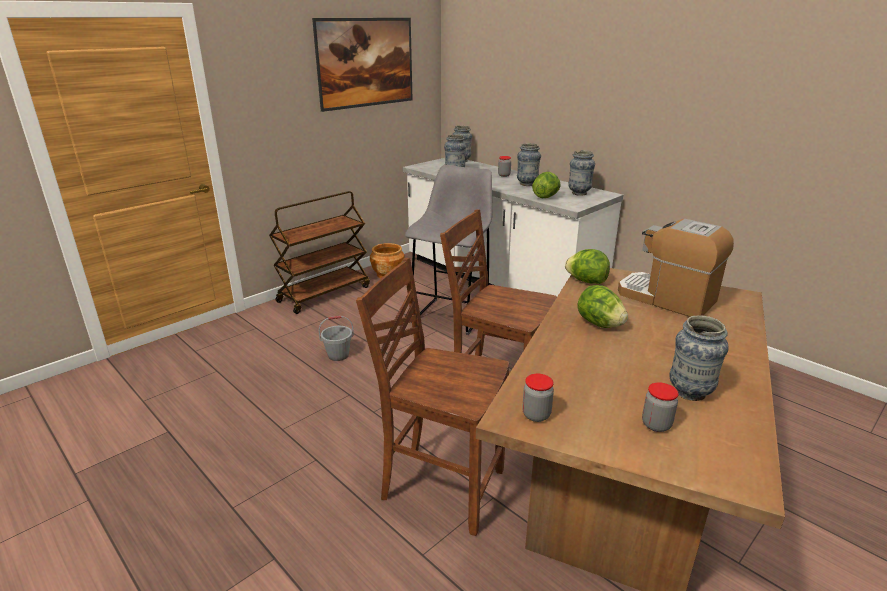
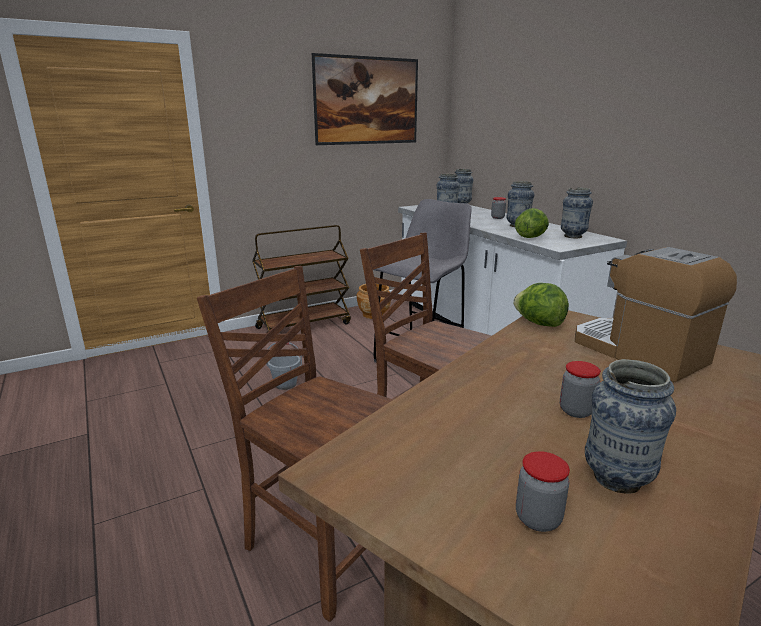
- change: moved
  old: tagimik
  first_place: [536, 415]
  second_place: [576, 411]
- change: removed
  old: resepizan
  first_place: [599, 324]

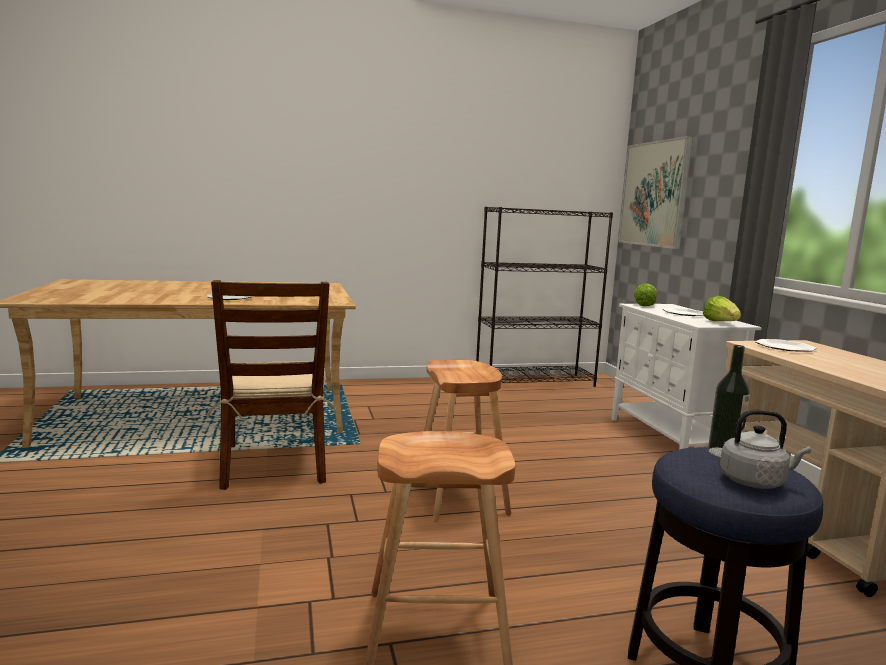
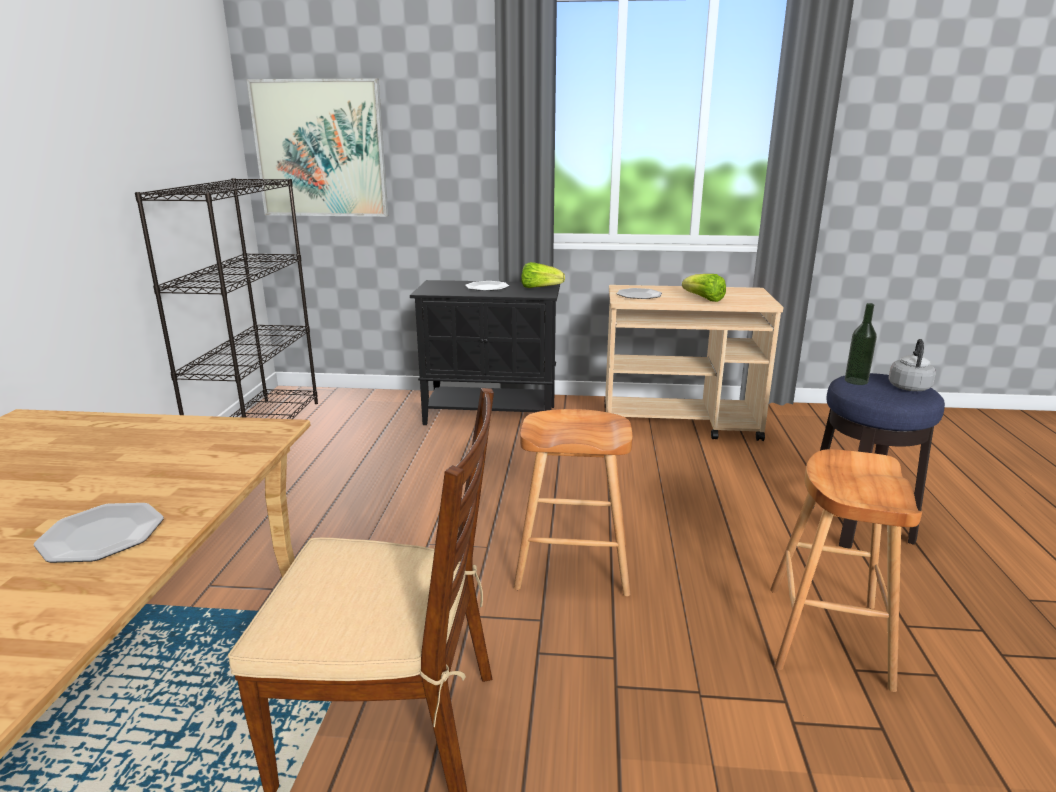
- change: recoloured
  old: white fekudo
  new: black fekudo
  first_place: [669, 439]
  second_place: [491, 415]
- change: moved
  old: resepizan
  first_place: [645, 305]
  second_place: [703, 299]

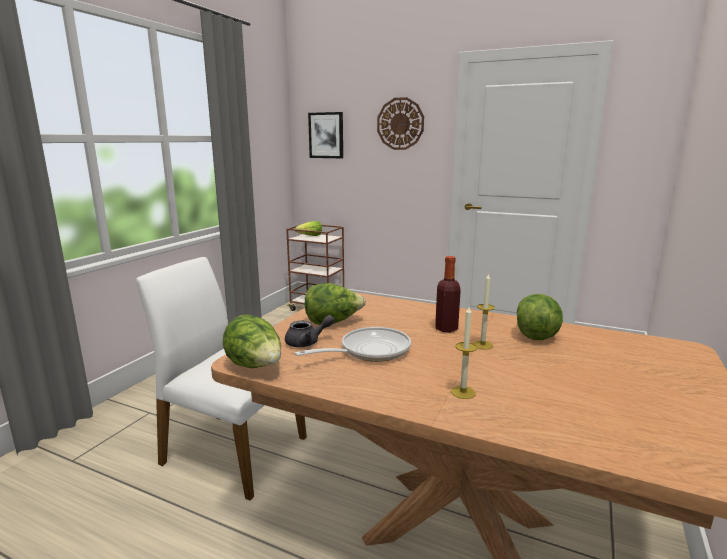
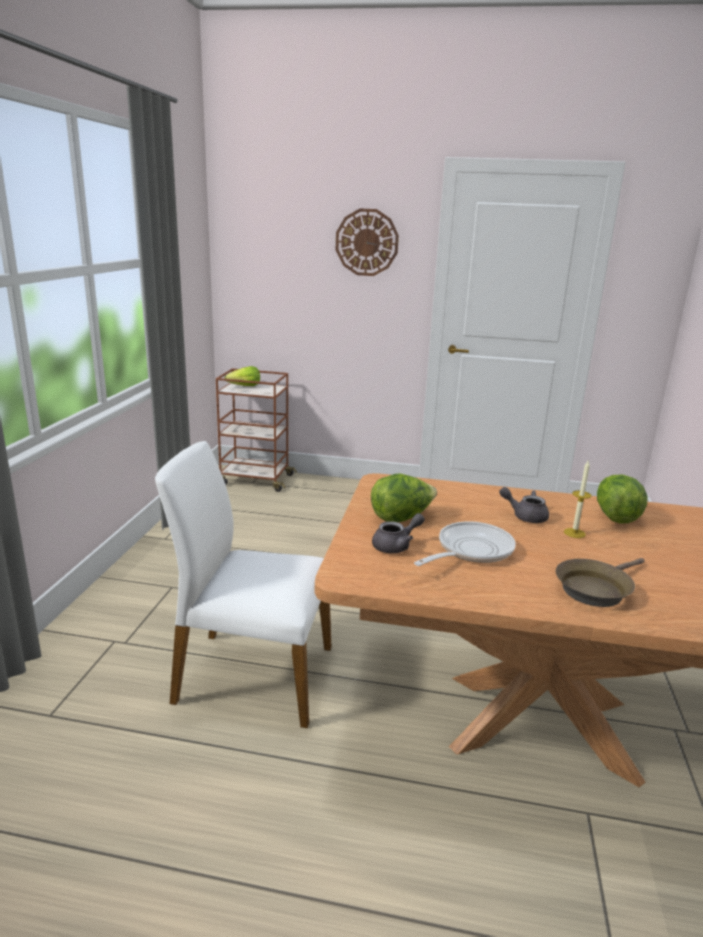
- change: removed
  old: resepizan
  first_place: [255, 367]
- change: removed
  old: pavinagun
  first_place: [326, 135]
- change: replaced
  old: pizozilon
  new: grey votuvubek
  first_place: [446, 328]
  second_place: [525, 516]
- change: replaced
  old: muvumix
  new: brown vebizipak
  first_place: [463, 392]
  second_place: [595, 588]

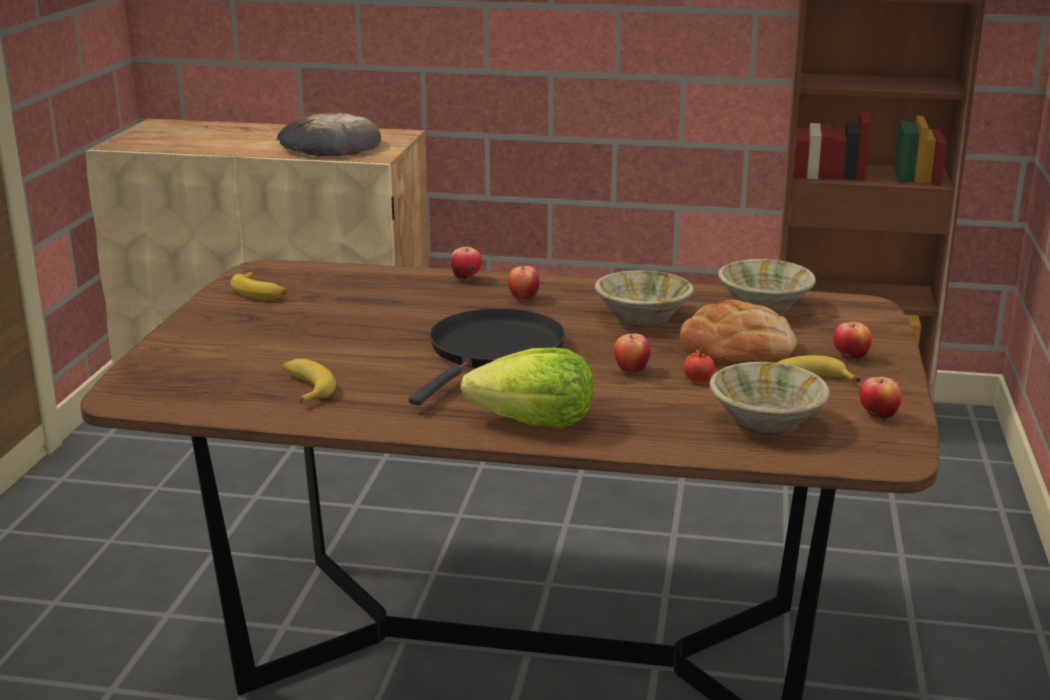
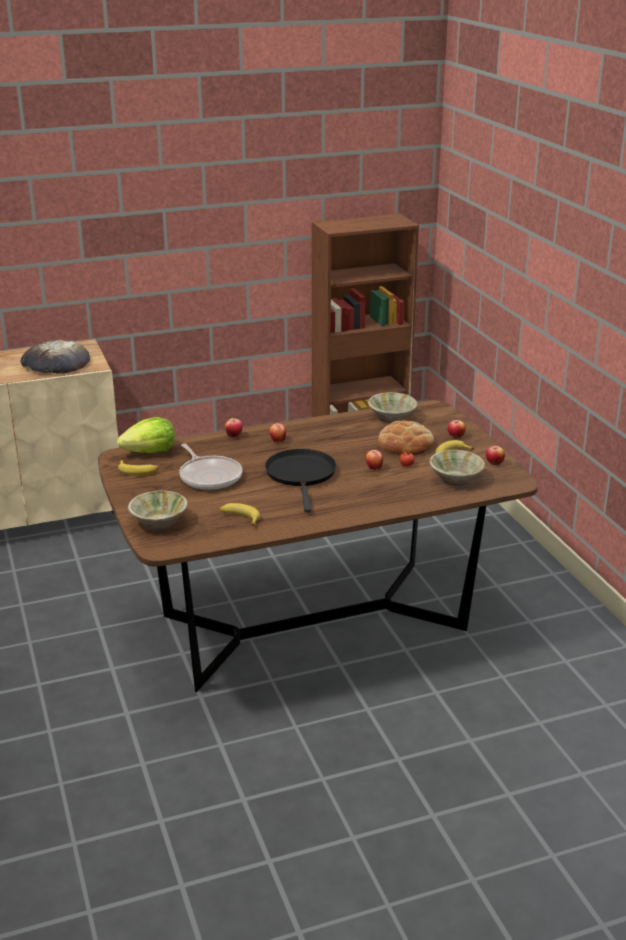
- change: moved
  old: resepizan
  first_place: [534, 422]
  second_place: [150, 452]
- change: moved
  old: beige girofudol
  first_place: [643, 318]
  second_place: [159, 522]
- change: added
  new: vebizipak
  second_place: [209, 476]

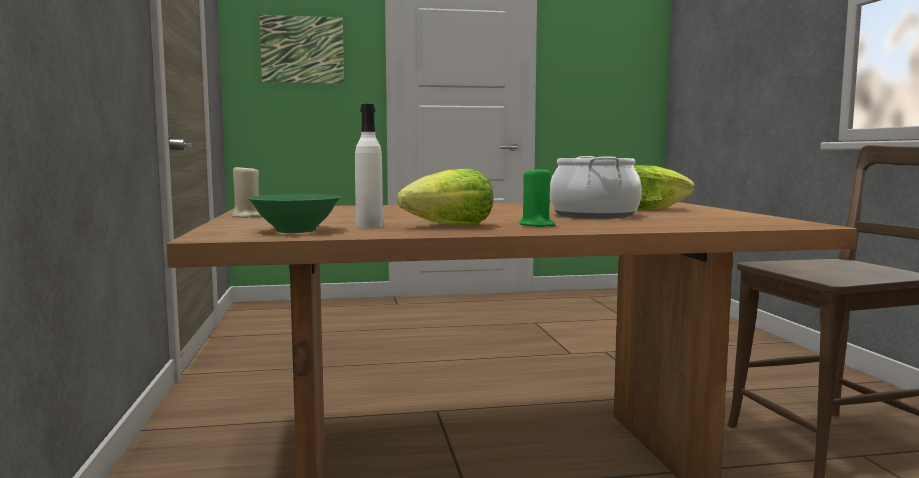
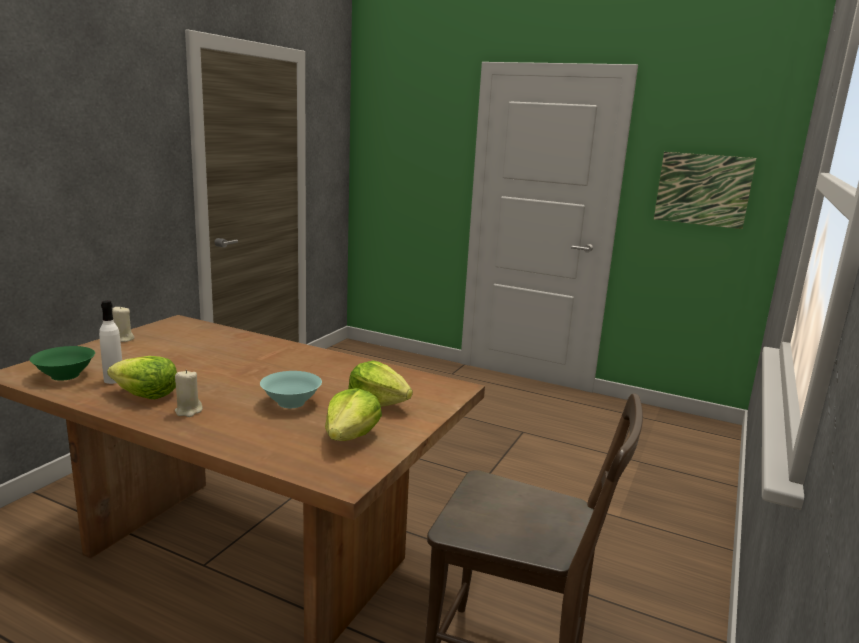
- change: moved
  old: pavinagun
  first_place: [302, 49]
  second_place: [703, 189]
- change: recoloured
  old: green muvumix
  new: beige muvumix
  first_place: [536, 225]
  second_place: [188, 411]
- change: replaced
  old: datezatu
  new: turquoise girofudol
  first_place: [594, 215]
  second_place: [291, 403]
- change: added
  new: resepizan
  second_place: [351, 436]

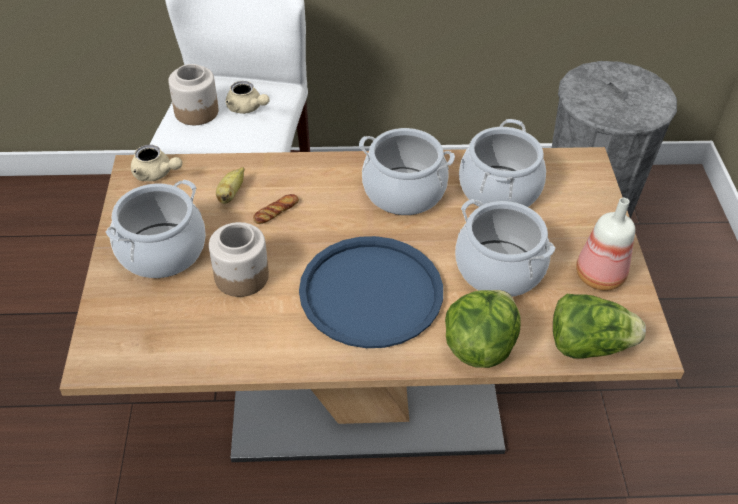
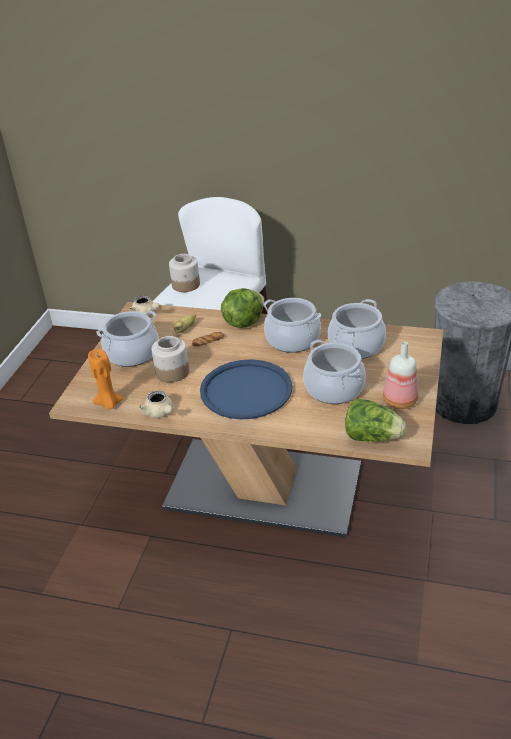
- change: moved
  old: beige votuvubek
  first_place: [247, 108]
  second_place: [160, 413]
- change: moved
  old: resepizan
  first_place: [479, 346]
  second_place: [243, 322]
- change: added
  new: orange muvumix
  second_place: [109, 404]

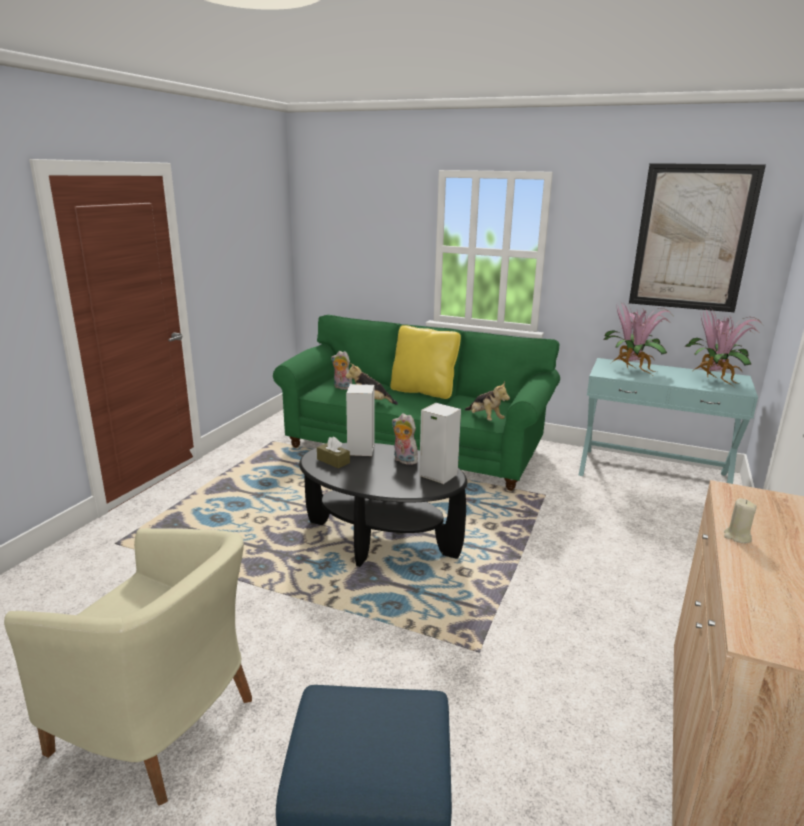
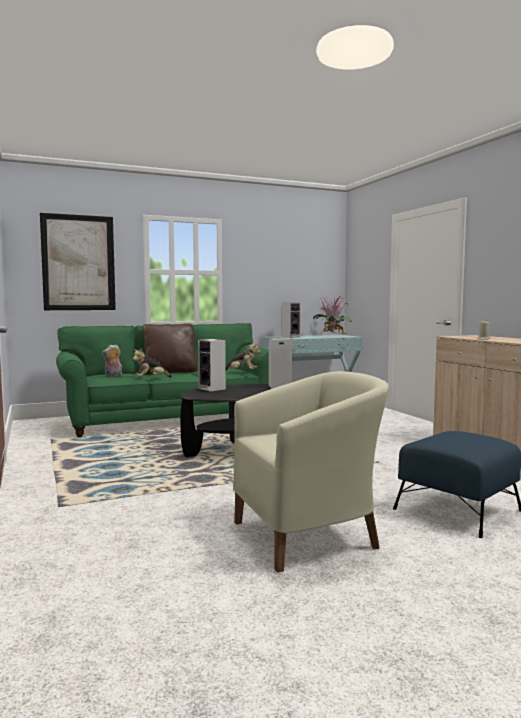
- change: removed
  old: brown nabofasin
  first_place: [333, 461]
- change: recoloured
  old: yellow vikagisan
  new: brown vikagisan
  first_place: [423, 391]
  second_place: [170, 372]
- change: removed
  old: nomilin
  first_place: [403, 460]
- change: replaced
  old: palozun
  new: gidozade
  first_place: [630, 369]
  second_place: [291, 337]
- change: moved
  old: pavinagun
  first_place: [692, 238]
  second_place: [78, 263]

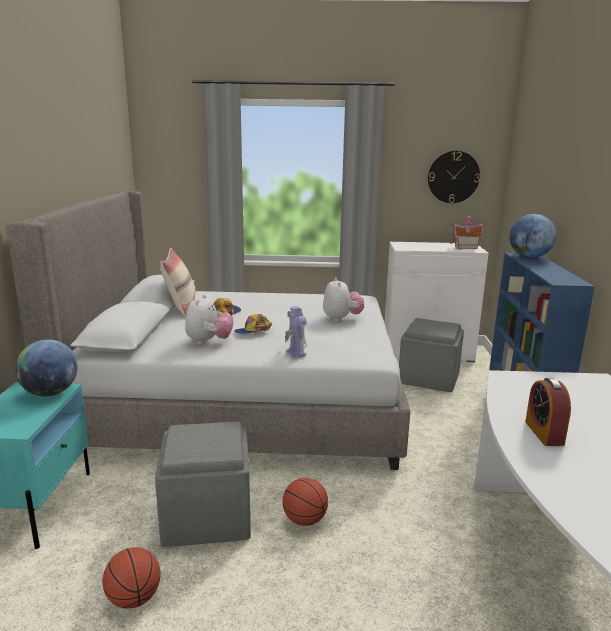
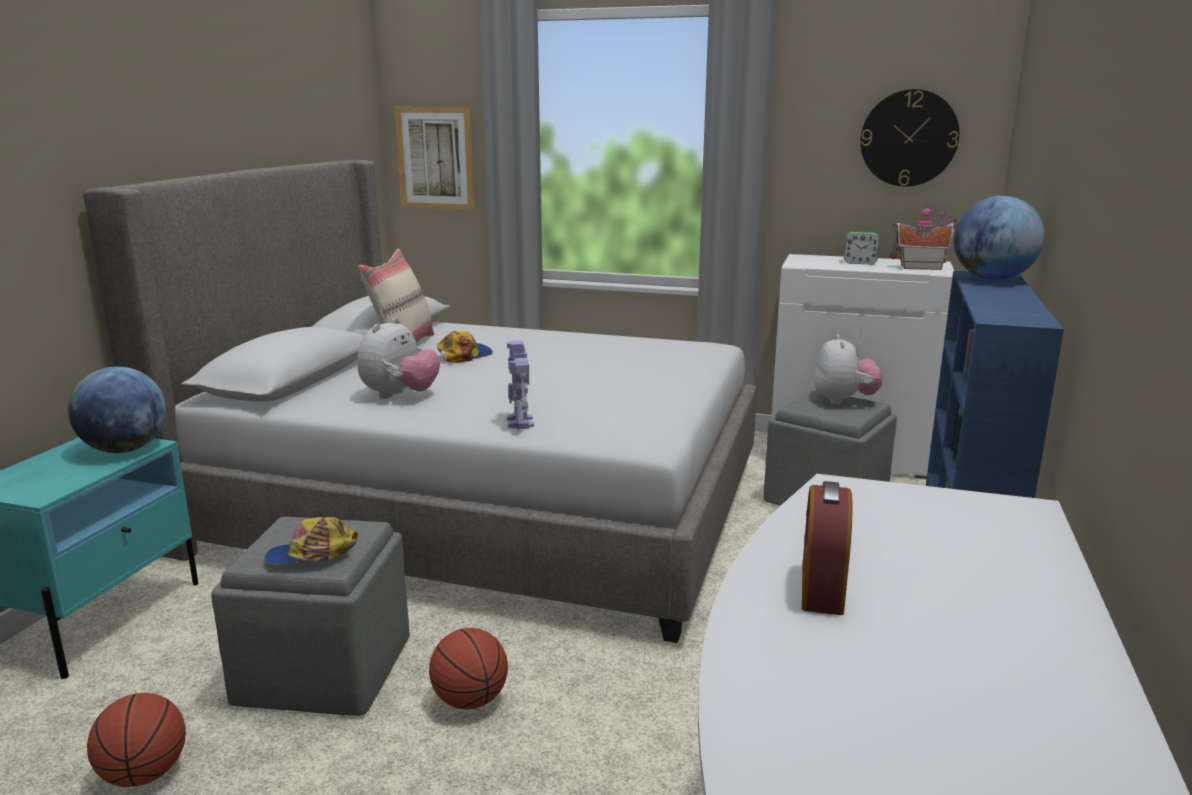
- change: moved
  old: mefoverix
  first_place: [253, 331]
  second_place: [311, 555]
- change: moved
  old: nomilin
  first_place: [342, 319]
  second_place: [844, 401]
- change: added
  new: pavinagun
  second_place: [435, 158]
- change: added
  new: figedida
  second_place: [860, 263]

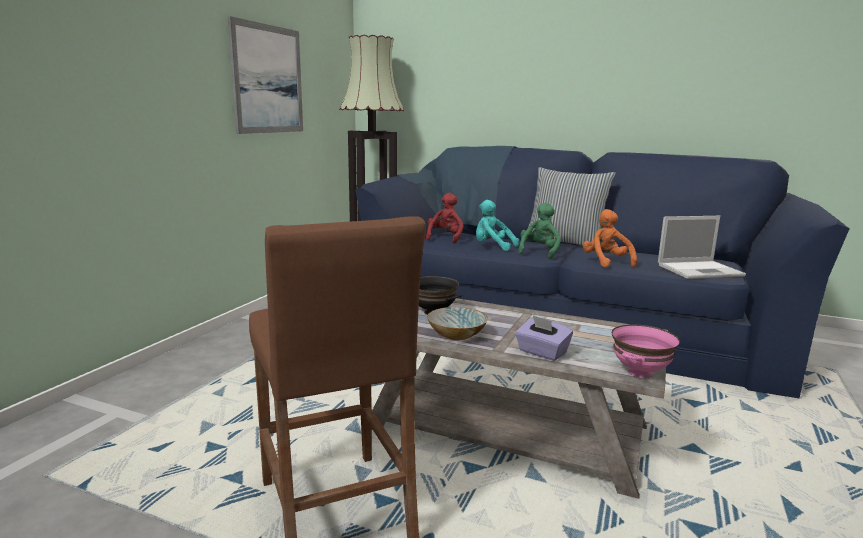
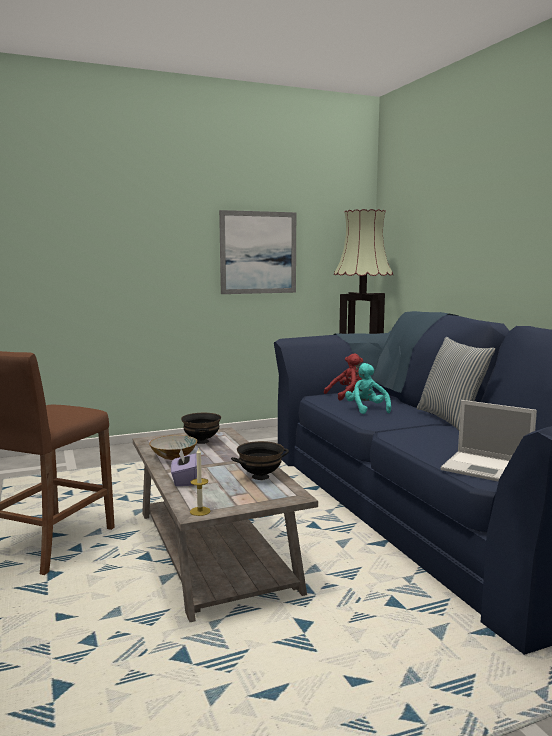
- change: removed
  old: green nomilin
  first_place: [539, 252]
- change: removed
  old: orange nomilin
  first_place: [606, 262]
- change: replaced
  old: pink girofudol
  new: muvumix
  first_place: [641, 373]
  second_place: [200, 511]
- change: added
  new: black girofudol
  second_place: [260, 477]

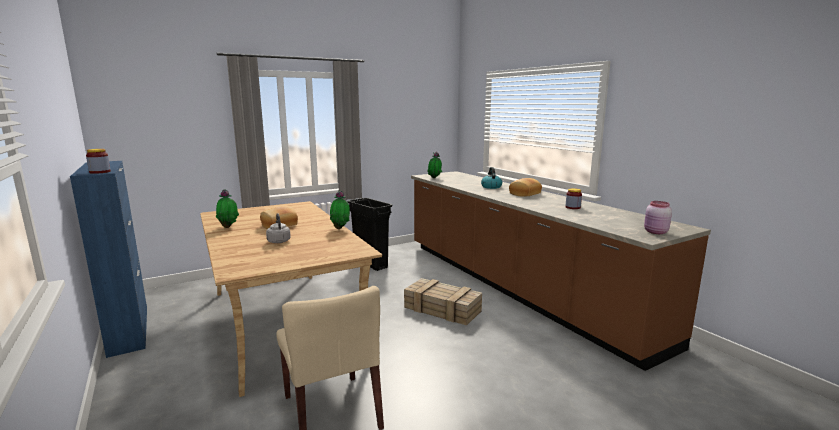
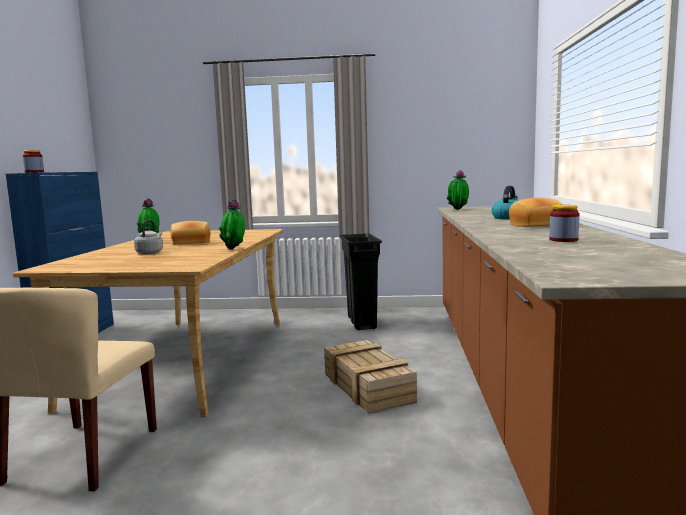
- change: removed
  old: pink tagimik
  first_place: [655, 232]

